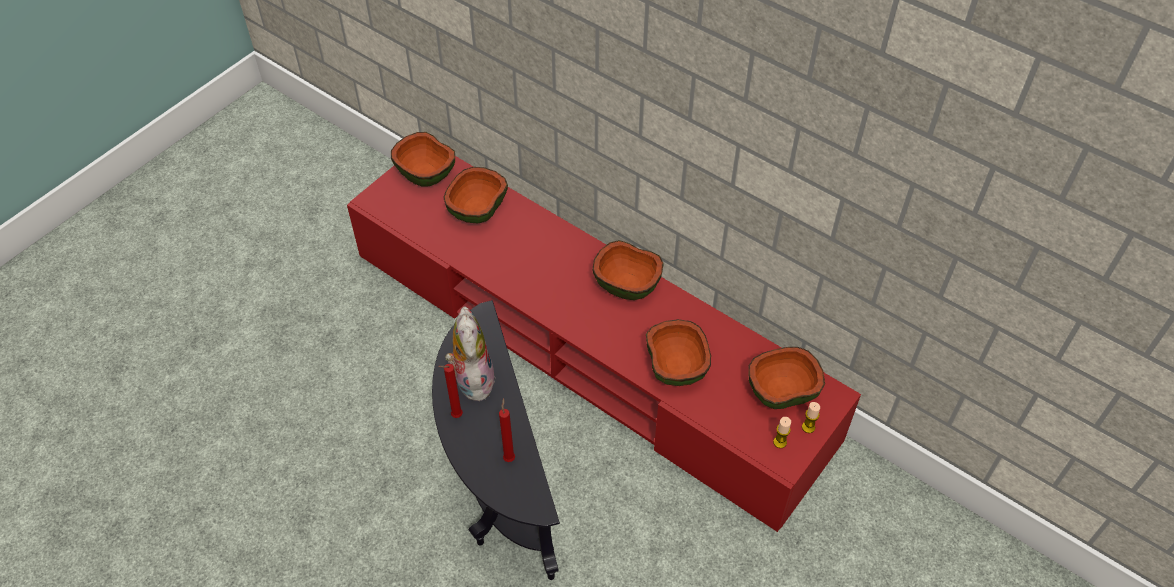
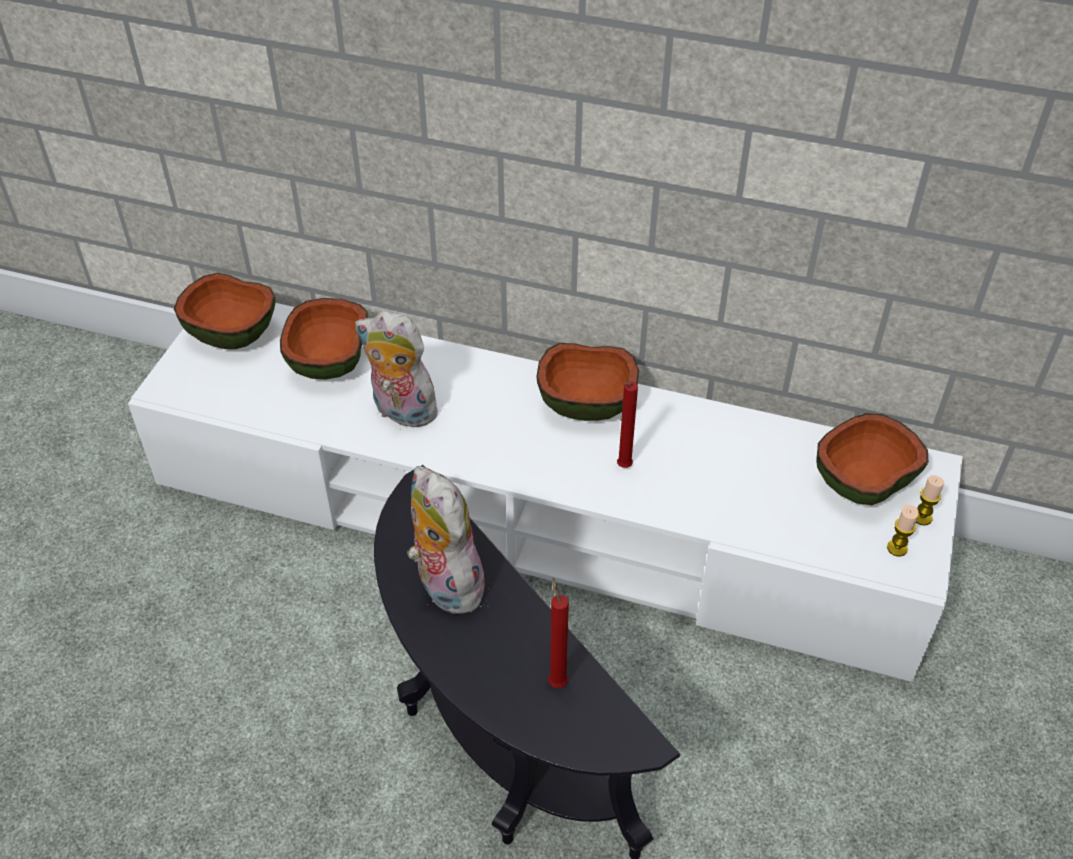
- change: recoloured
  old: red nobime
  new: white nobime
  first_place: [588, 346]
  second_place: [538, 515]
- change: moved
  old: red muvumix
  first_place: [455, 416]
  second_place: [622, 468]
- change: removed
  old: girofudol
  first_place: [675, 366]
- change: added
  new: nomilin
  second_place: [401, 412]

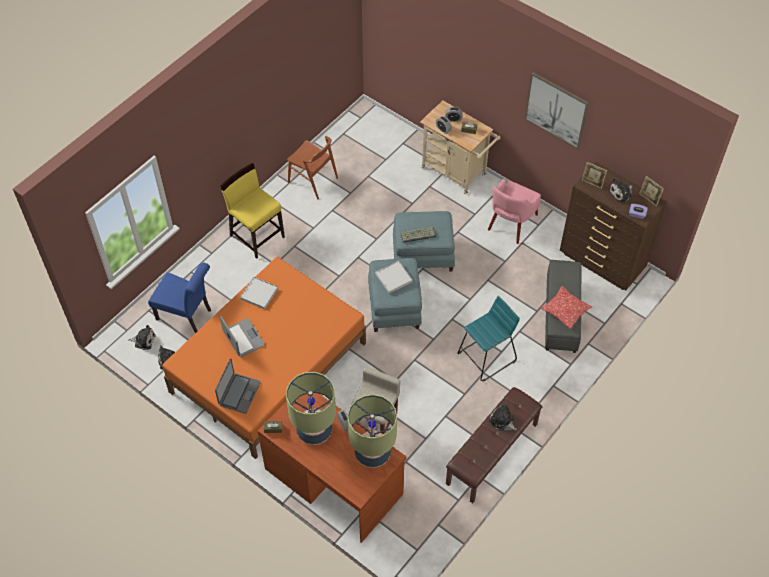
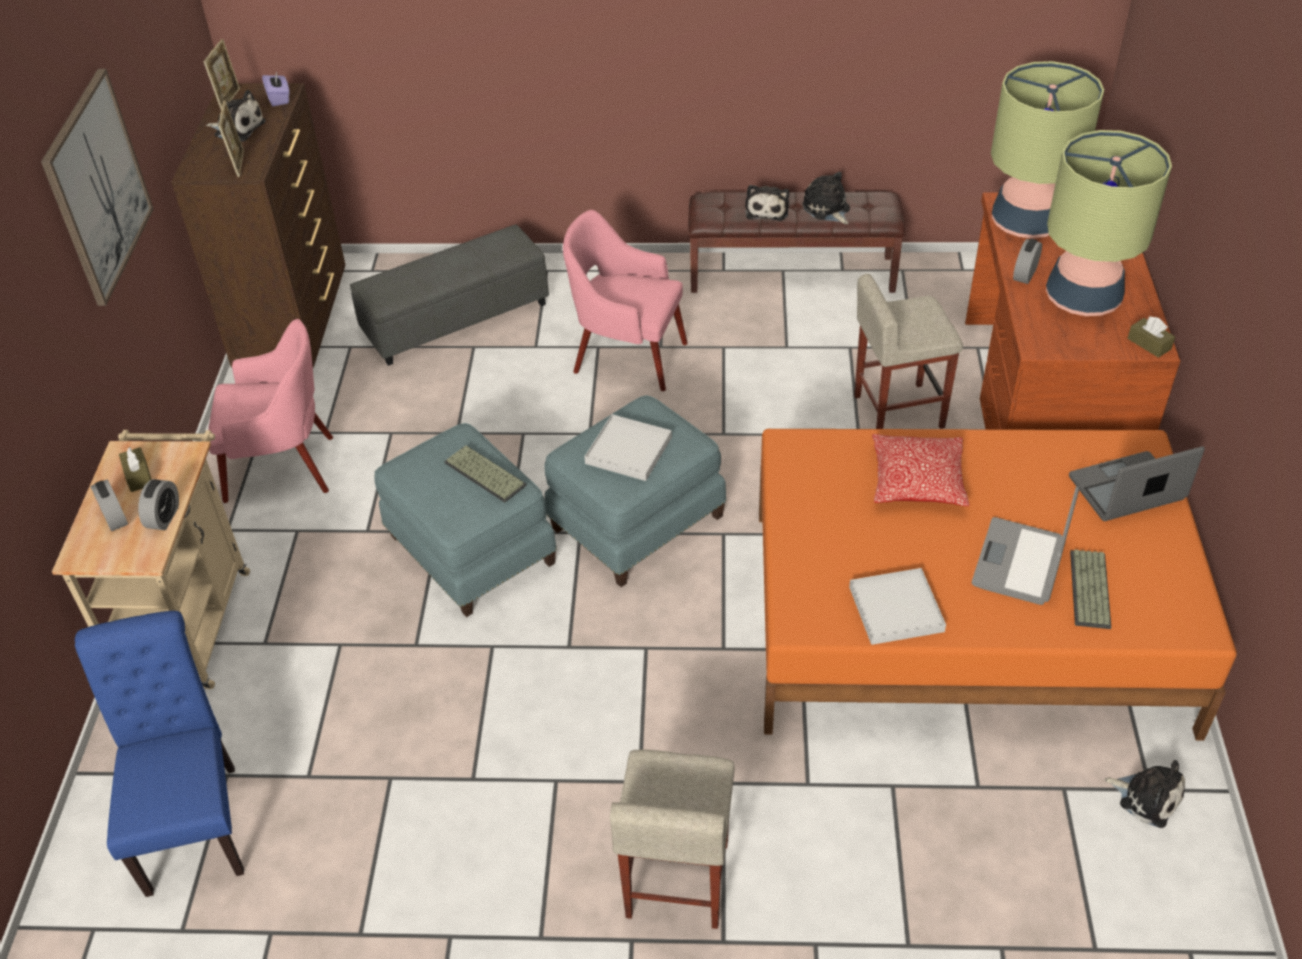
- change: moved
  old: nomilin
  first_place: [143, 340]
  second_place: [827, 209]
- change: moved
  old: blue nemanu
  first_place: [187, 315]
  second_place: [194, 820]
- change: replaced
  old: yellow nemanu
  new: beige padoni
  first_place: [257, 235]
  second_place: [677, 881]
- change: removed
  old: brown nemanu
  first_place: [313, 180]
- change: replaced
  old: turquoise padoni
  new: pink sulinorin
  first_place: [487, 357]
  second_place: [626, 356]
- change: moved
  old: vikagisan
  first_place: [565, 311]
  second_place: [917, 481]
- change: added
  new: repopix
  second_place: [1091, 590]

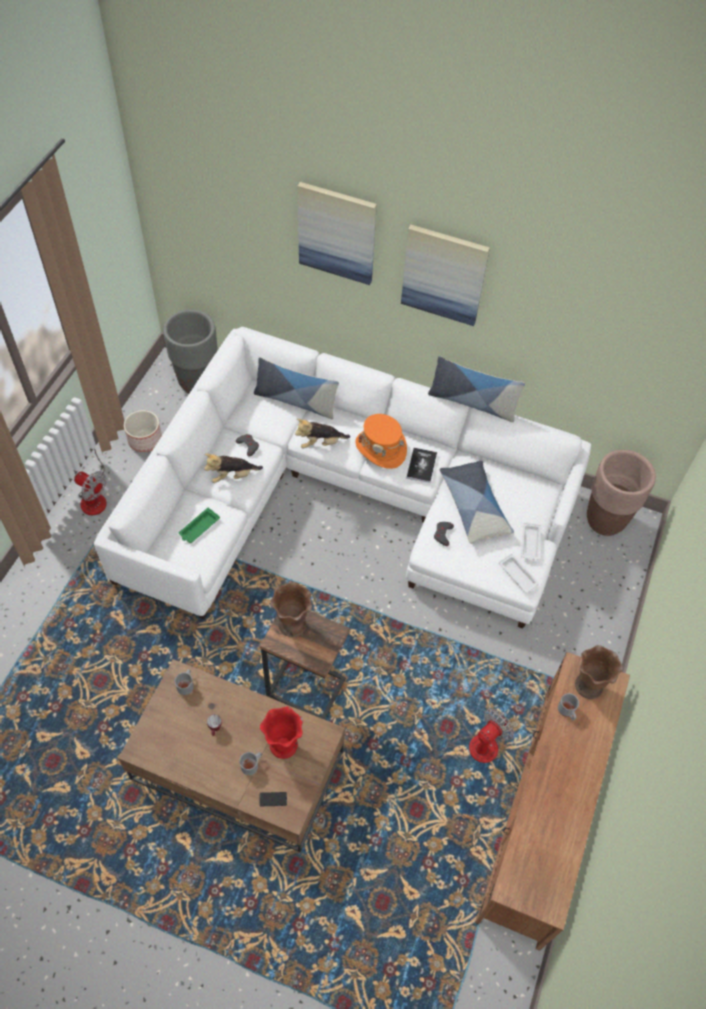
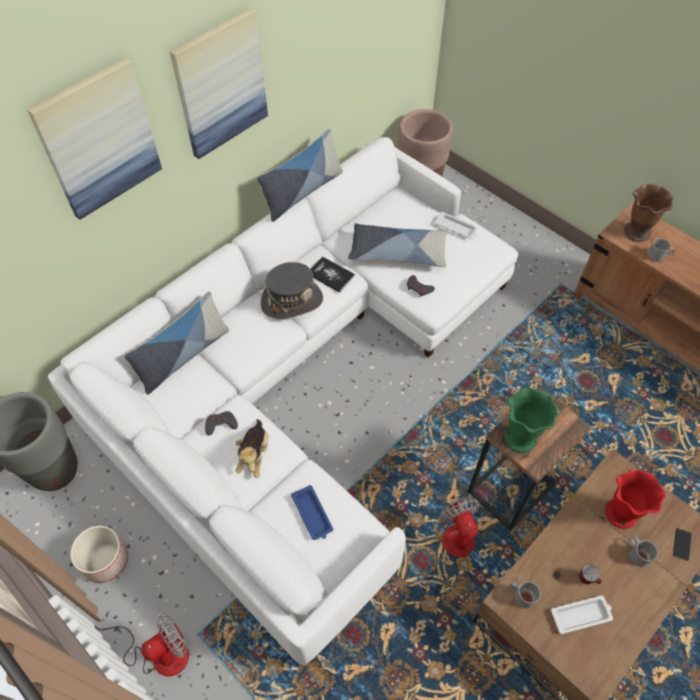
- change: recoloured
  old: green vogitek
  new: blue vogitek
  first_place: [199, 528]
  second_place: [312, 515]
- change: recoloured
  old: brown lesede
  new: green lesede
  first_place: [292, 624]
  second_place: [520, 438]
- change: removed
  old: nomilin
  first_place: [320, 443]
- change: recoloured
  old: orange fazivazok
  new: grey fazivazok
  first_place: [381, 448]
  second_place: [292, 301]
- change: moved
  old: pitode
  first_place: [471, 746]
  second_place: [452, 552]
- change: moved
  old: white vogitek
  first_place: [518, 575]
  second_place: [581, 615]

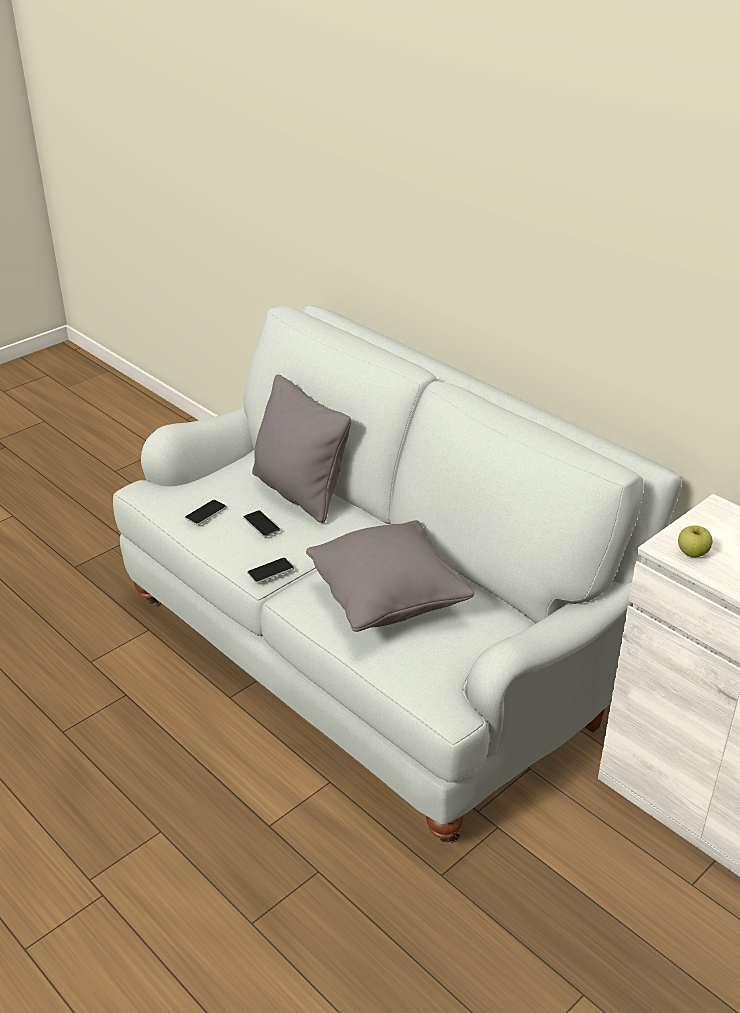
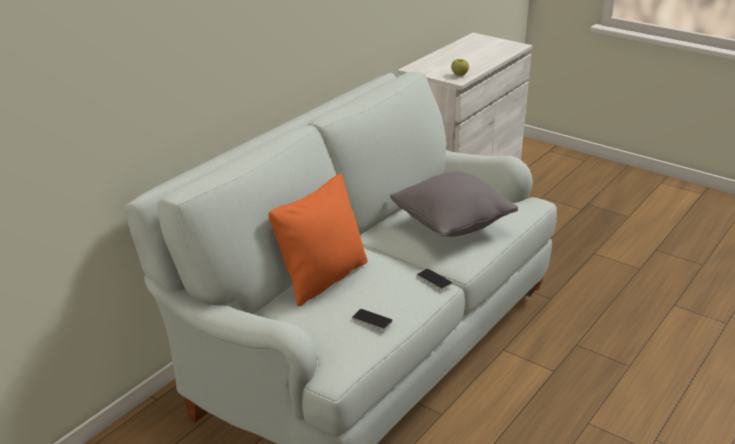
- change: removed
  old: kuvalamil
  first_place: [261, 524]
- change: recoloured
  old: grey vikagisan
  new: orange vikagisan
  first_place: [299, 492]
  second_place: [323, 279]

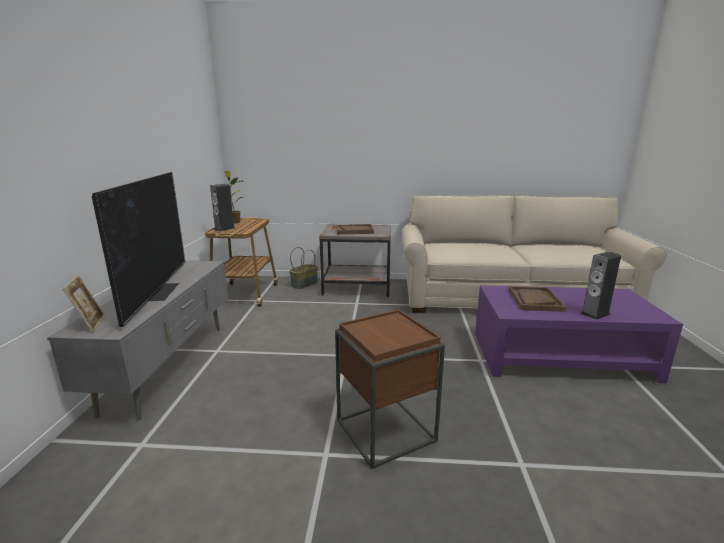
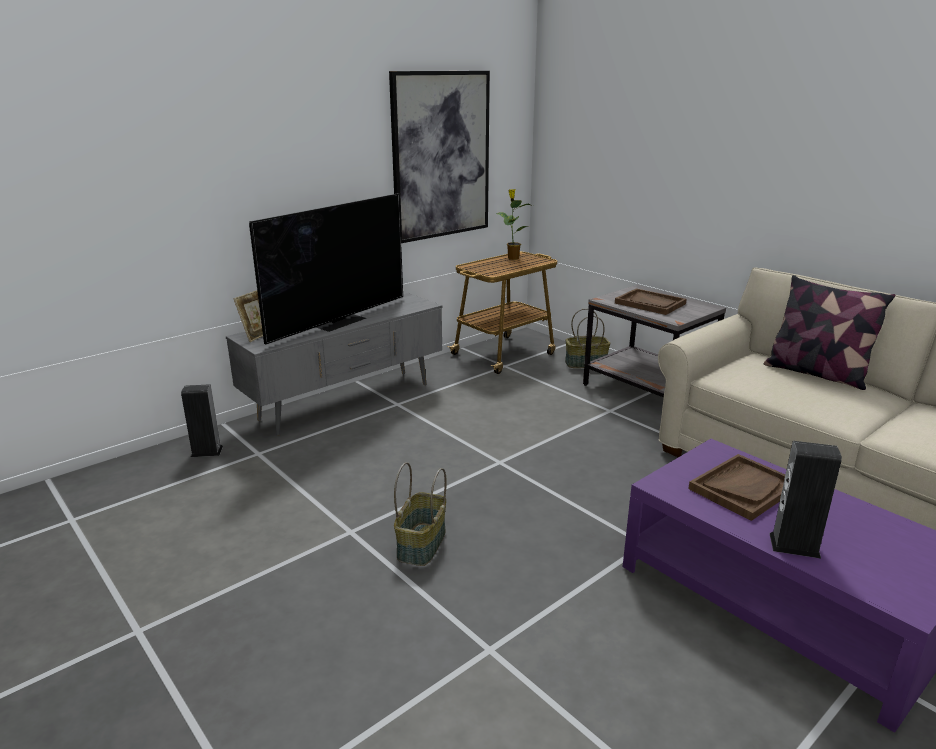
- change: moved
  old: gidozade
  first_place: [224, 229]
  second_place: [207, 451]
- change: replaced
  old: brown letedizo
  new: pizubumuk
  first_place: [386, 430]
  second_place: [422, 545]
- change: added
  new: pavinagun
  second_place: [441, 156]
- change: added
  new: vikagisan
  second_place: [816, 373]

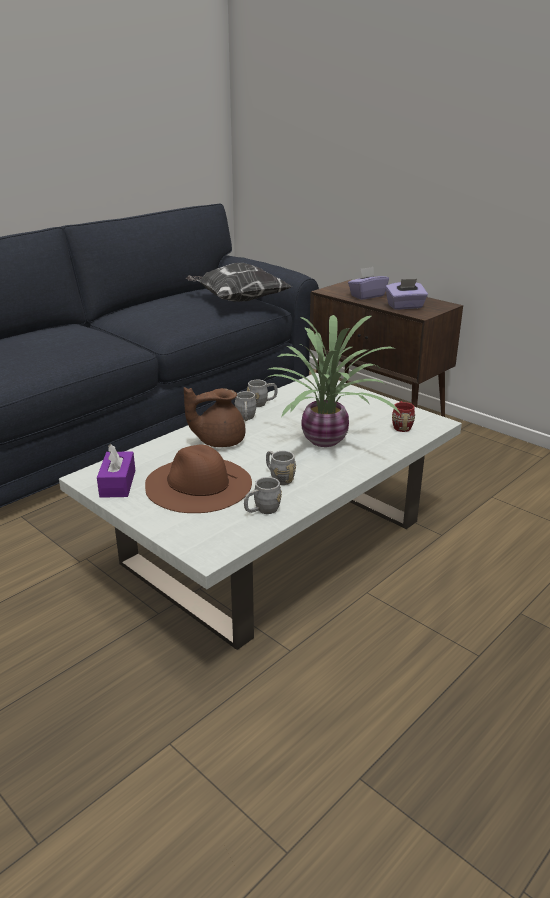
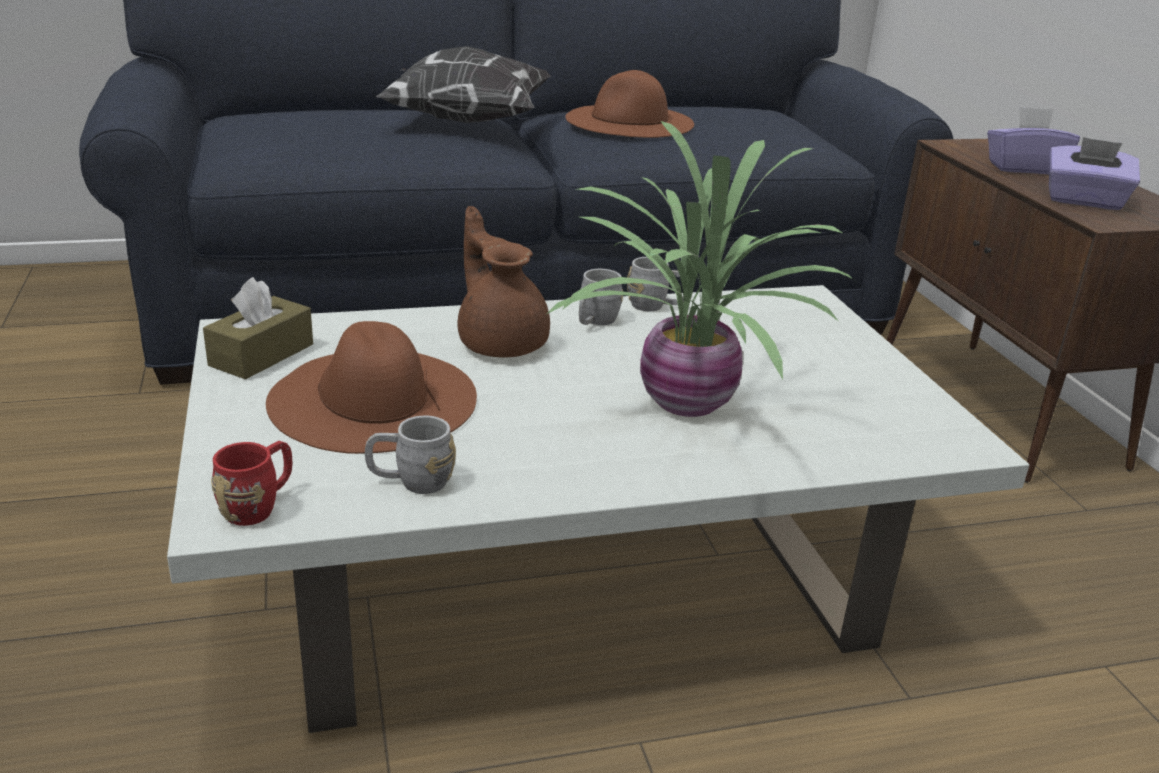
- change: recoloured
  old: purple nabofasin
  new: brown nabofasin
  first_place: [118, 483]
  second_place: [261, 355]
- change: turned
  old: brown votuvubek
  first_place: [218, 441]
  second_place: [501, 342]
  degrees: 45
- change: moved
  old: vikagisan
  first_place: [237, 301]
  second_place: [464, 122]
- change: removed
  old: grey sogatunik
  first_place: [279, 478]
- change: moved
  old: red sogatunik
  first_place: [401, 425]
  second_place: [259, 505]
- change: added
  new: brown fazivazok
  second_place: [629, 121]

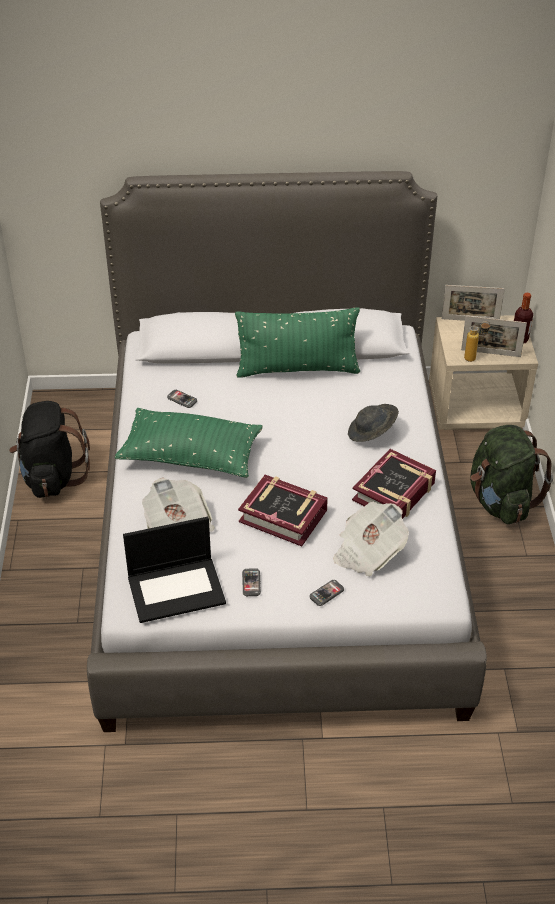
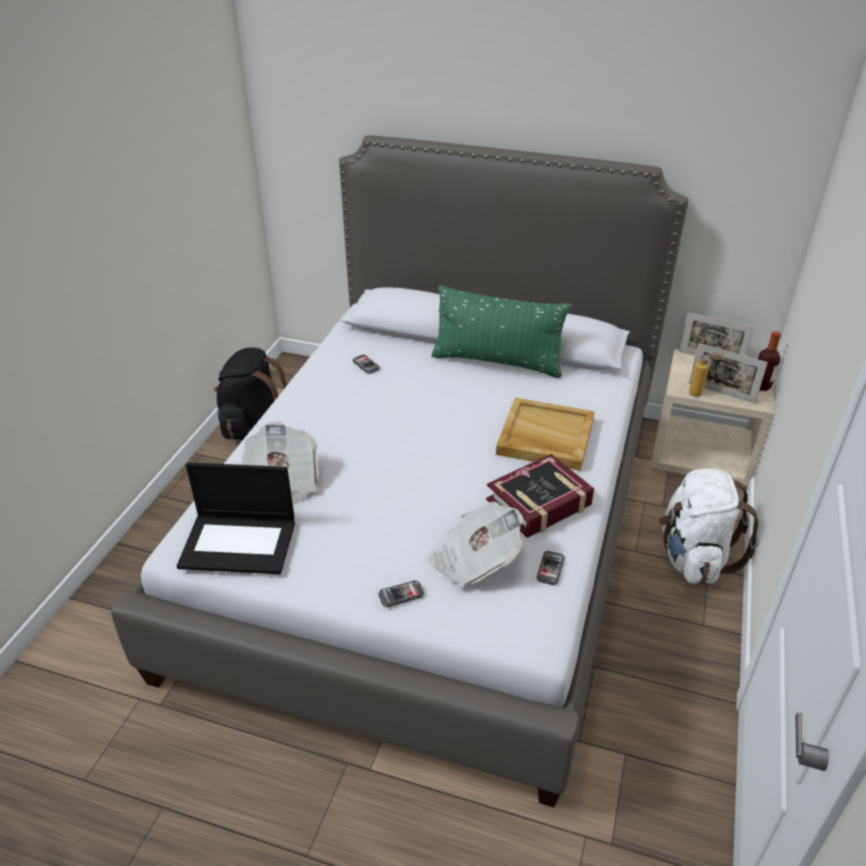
- change: removed
  old: green vikagisan
  first_place: [191, 456]
- change: removed
  old: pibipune
  first_place: [283, 515]
- change: moved
  old: kuvalamil
  first_place: [251, 583]
  second_place: [550, 569]
- change: replaced
  old: grey fazivazok
  new: beige vogitek
  first_place: [372, 433]
  second_place: [544, 437]
- change: recoloured
  old: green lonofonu
  new: white lonofonu
  first_place: [501, 501]
  second_place: [693, 557]

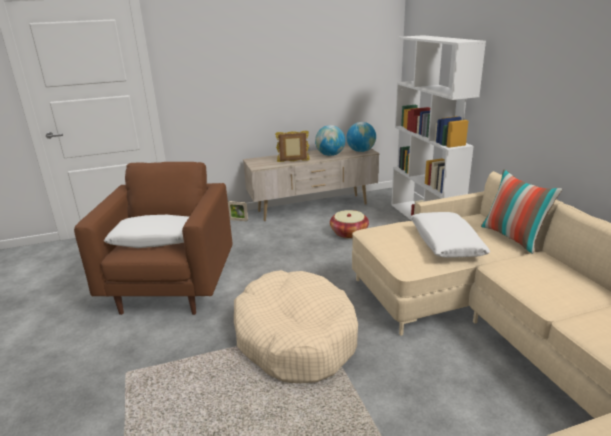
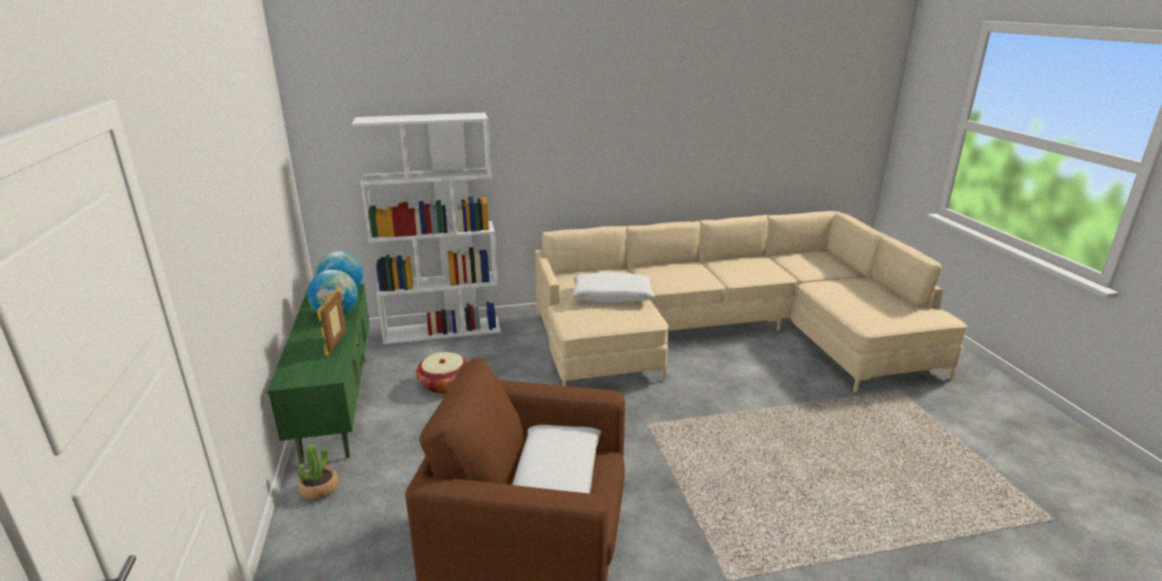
- change: replaced
  old: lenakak
  new: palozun
  first_place: [238, 220]
  second_place: [319, 489]
- change: removed
  old: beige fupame
  first_place: [295, 337]
- change: recoloured
  old: beige nobime
  new: green nobime
  first_place: [313, 208]
  second_place: [337, 406]
- change: removed
  old: vikagisan
  first_place: [513, 238]

